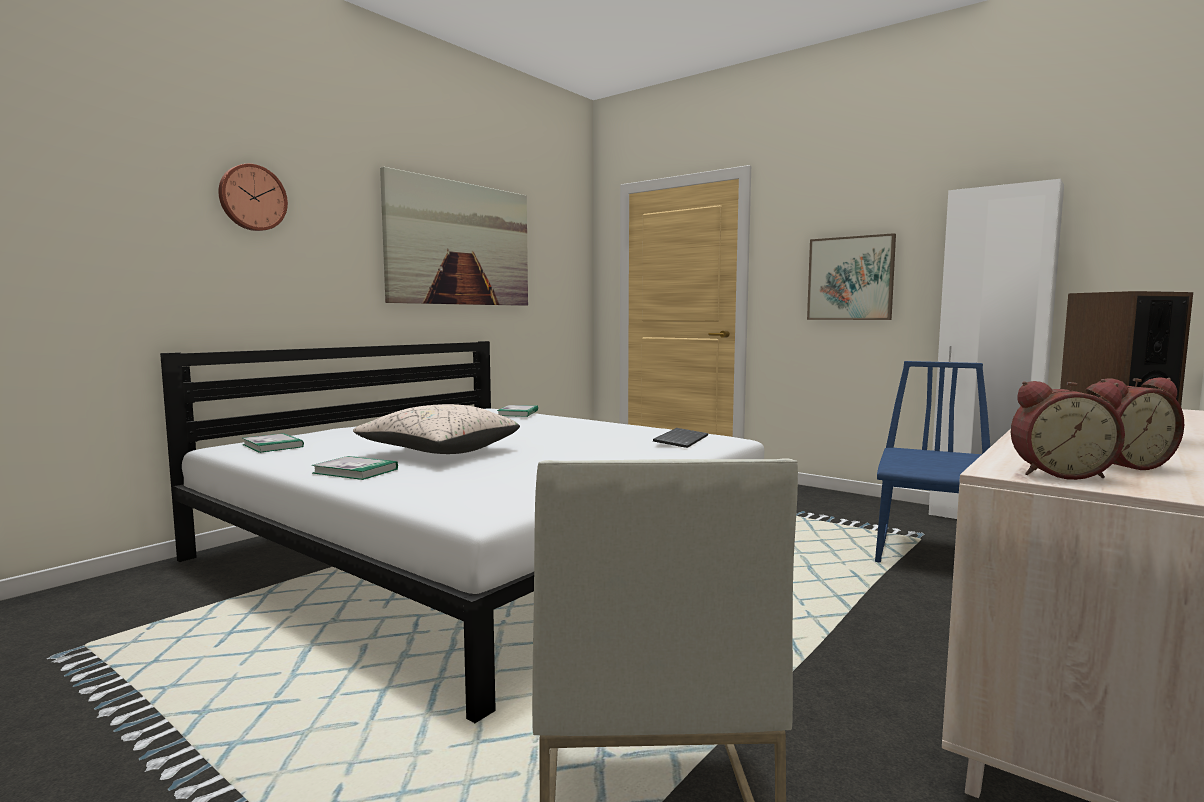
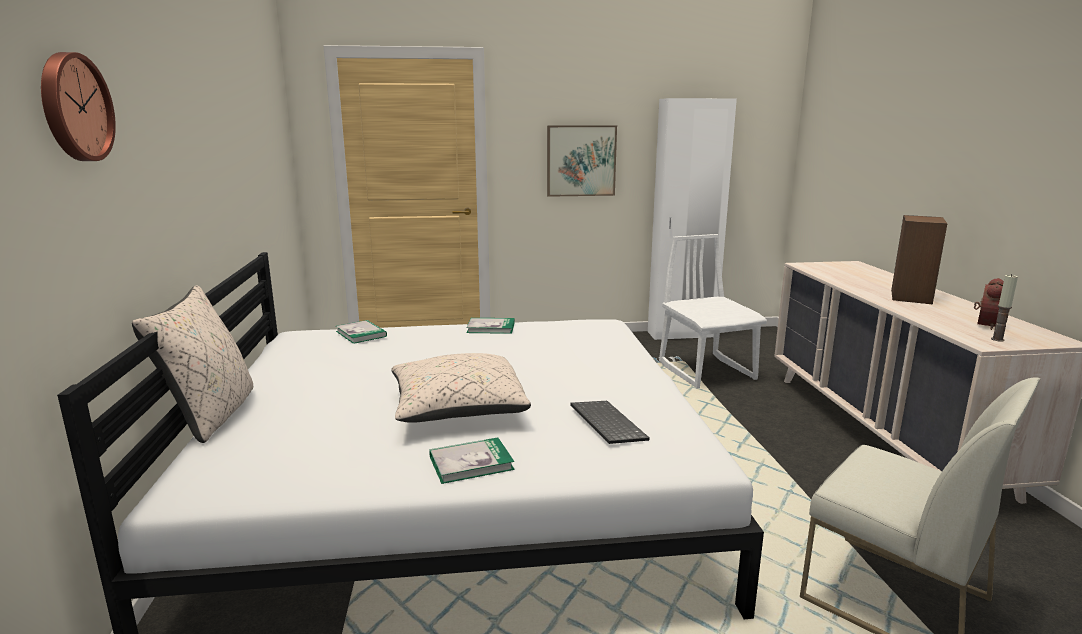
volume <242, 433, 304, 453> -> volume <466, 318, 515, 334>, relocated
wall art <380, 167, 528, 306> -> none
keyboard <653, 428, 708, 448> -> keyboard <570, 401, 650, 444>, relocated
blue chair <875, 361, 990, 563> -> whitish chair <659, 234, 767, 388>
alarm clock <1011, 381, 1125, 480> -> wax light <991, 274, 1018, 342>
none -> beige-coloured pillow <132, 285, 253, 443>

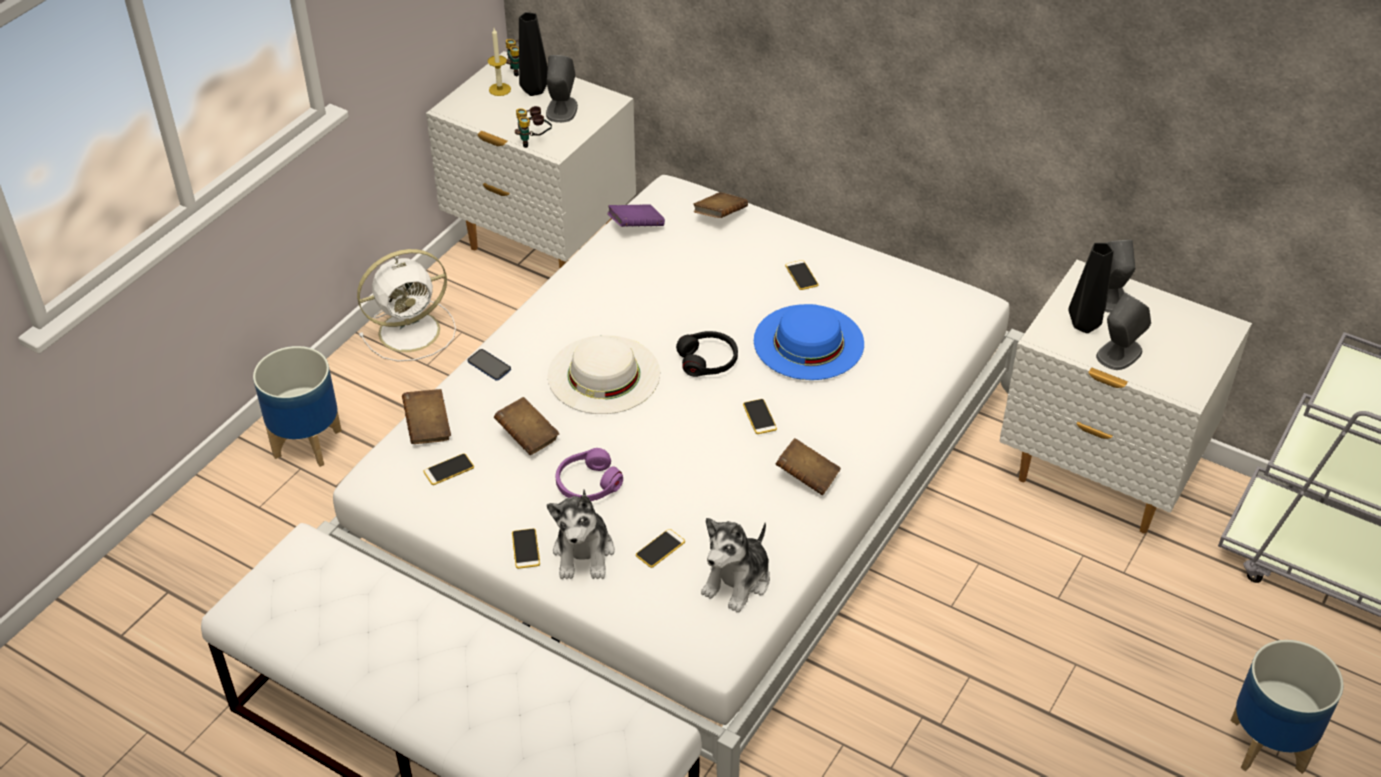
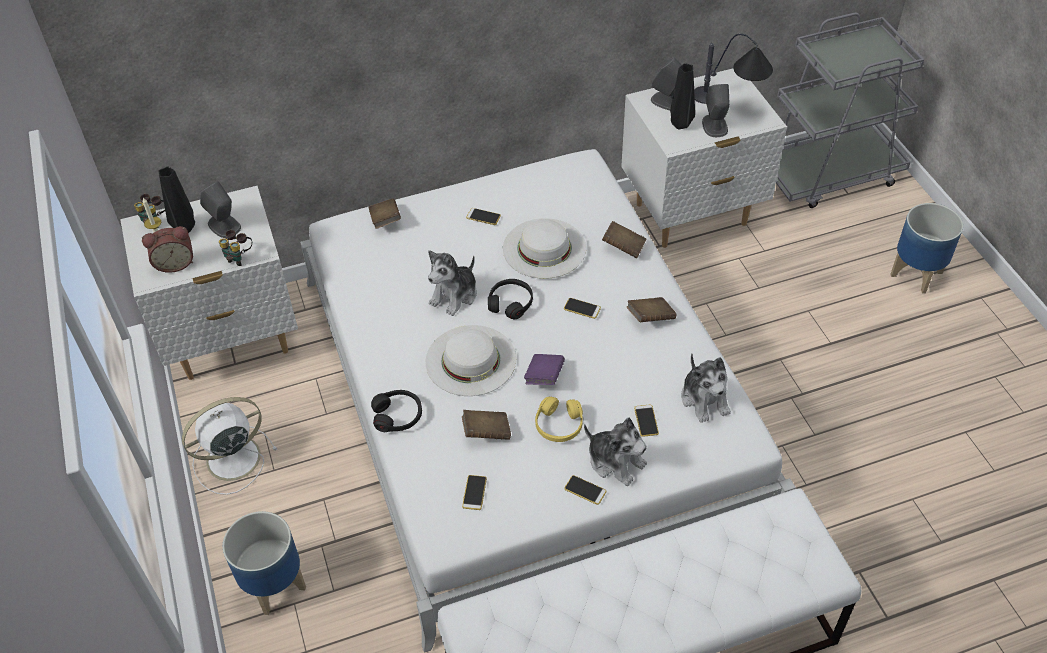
whitish cooling fan <357, 249, 456, 362> -> whitish cooling fan <182, 397, 277, 495>, 135 degrees counterclockwise
brown volume <402, 389, 451, 444> -> brown volume <602, 221, 647, 258>, relocated
phone <468, 349, 511, 381> -> black-coloured headphones <371, 390, 422, 432>
purplish headphones <555, 448, 623, 501> -> yellow-coloured headphones <535, 397, 583, 442>
purplish volume <607, 204, 665, 227> -> purplish volume <524, 354, 565, 385>, relocated
blue hat <754, 304, 864, 380> -> whitish hat <503, 218, 586, 279>
none -> alarm clock <142, 226, 193, 273>
none -> soft toy <428, 250, 477, 316>
none -> tabletop lamp <694, 34, 773, 104>

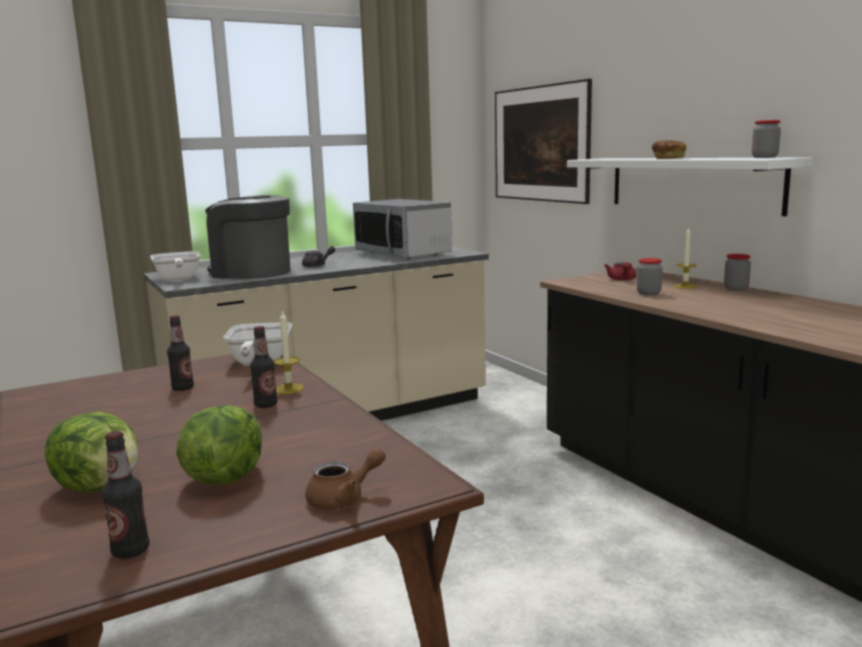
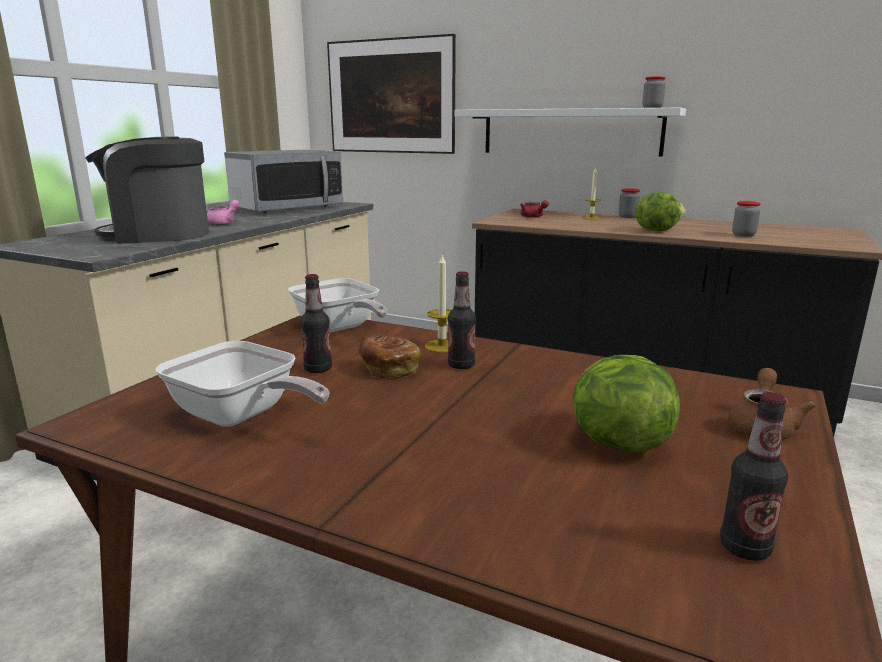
lettuce <45, 412, 138, 492> -> lettuce <635, 192, 686, 231>, relocated
frying pan <151, 251, 201, 281> -> frying pan <156, 341, 329, 427>, relocated
gray tea pot <302, 246, 336, 267> -> pink tea pot <207, 200, 239, 225>
microwave oven <353, 199, 452, 259> -> microwave oven <224, 149, 343, 213>, 60 degrees counterclockwise
storage jar <637, 258, 662, 295> -> storage jar <732, 201, 761, 237>, relocated
bakery bread <651, 140, 686, 159> -> bakery bread <358, 335, 421, 378>, relocated

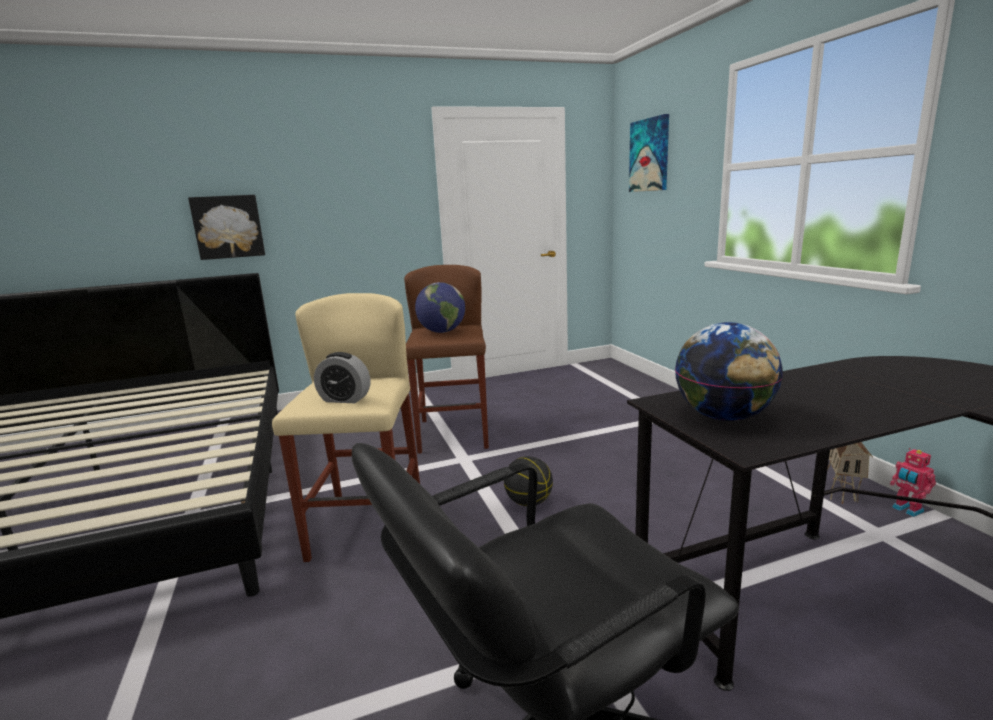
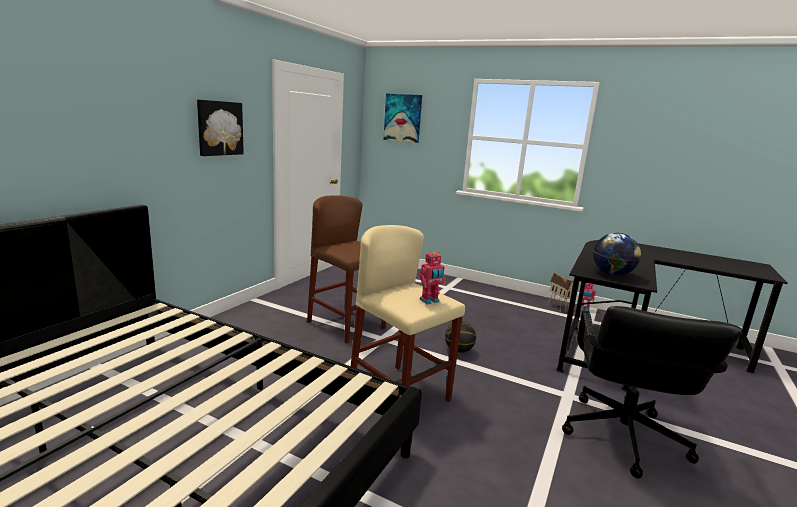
wall art <188, 195, 265, 260> -> wall art <197, 100, 244, 156>, relocated
alarm clock <314, 352, 370, 403> -> model robot <419, 252, 445, 304>
globe <415, 282, 465, 333> -> none

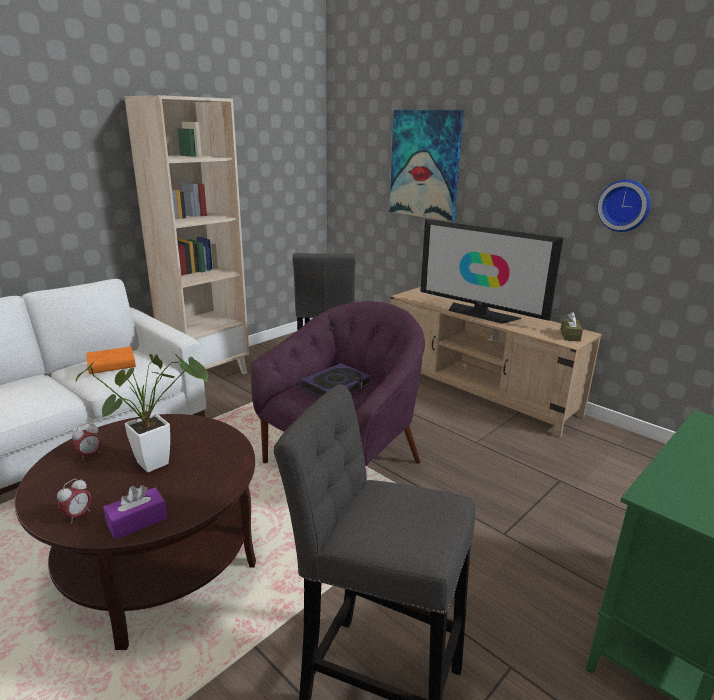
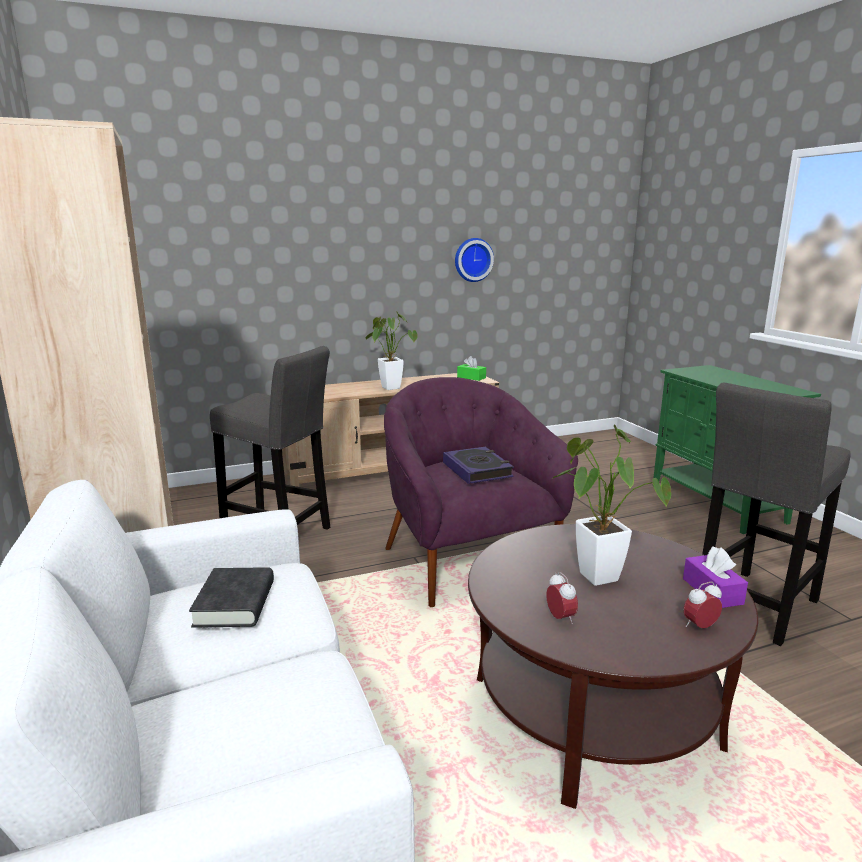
alarm clock <57, 478, 91, 523> -> alarm clock <684, 582, 722, 628>, 75 degrees counterclockwise
orange volume <86, 347, 136, 374> -> black-coloured volume <189, 567, 274, 628>
wall art <390, 110, 464, 222> -> none
television <420, 219, 563, 323> -> plant in a pot <365, 312, 418, 390>
brown tissue box <561, 312, 583, 342> -> green-coloured tissue box <457, 356, 486, 381>

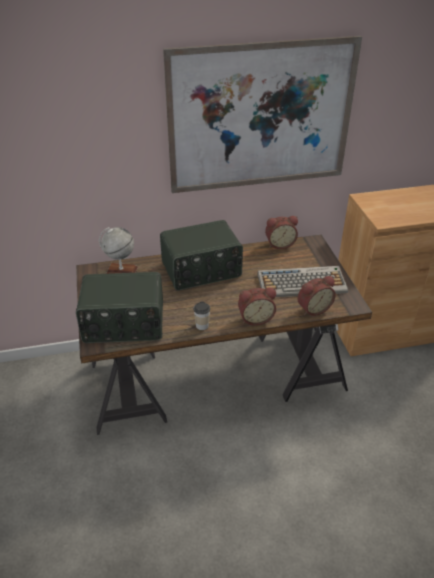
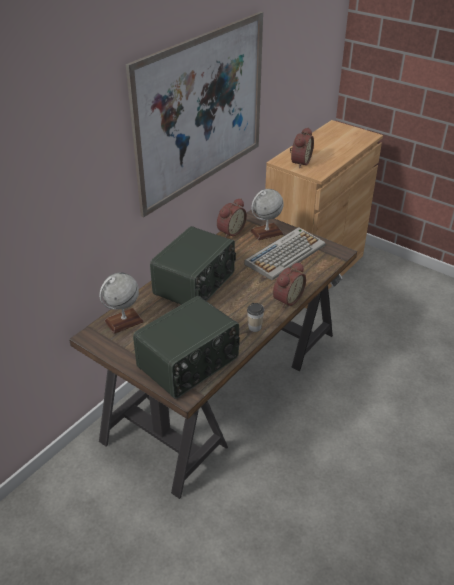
alarm clock <297, 276, 336, 316> -> alarm clock <290, 127, 314, 168>, relocated
none -> globe <250, 189, 283, 240>

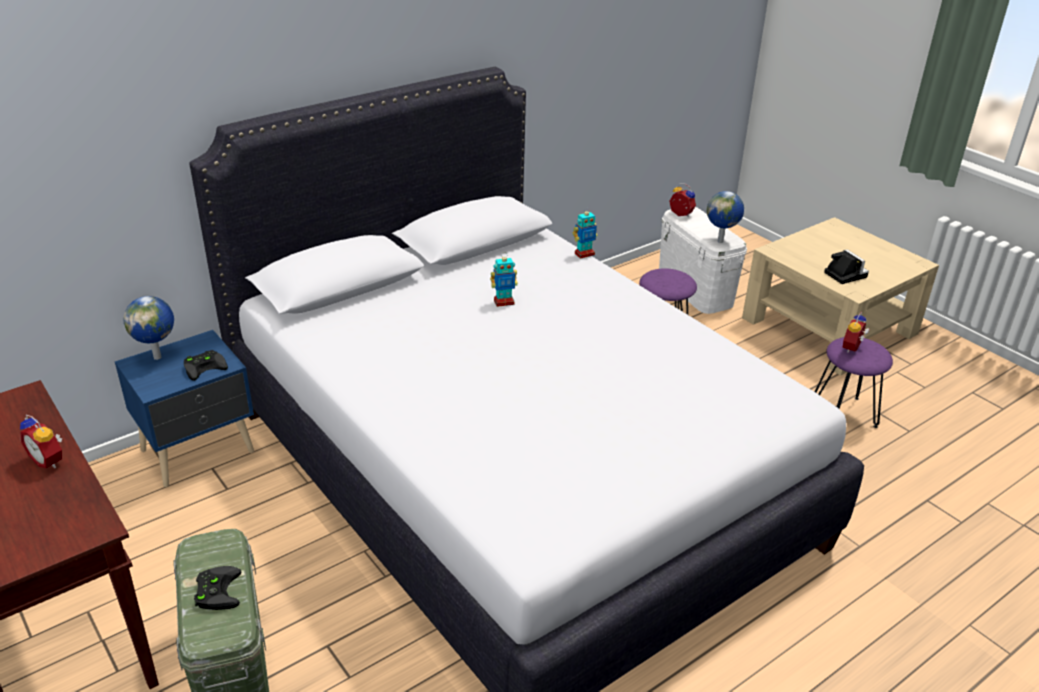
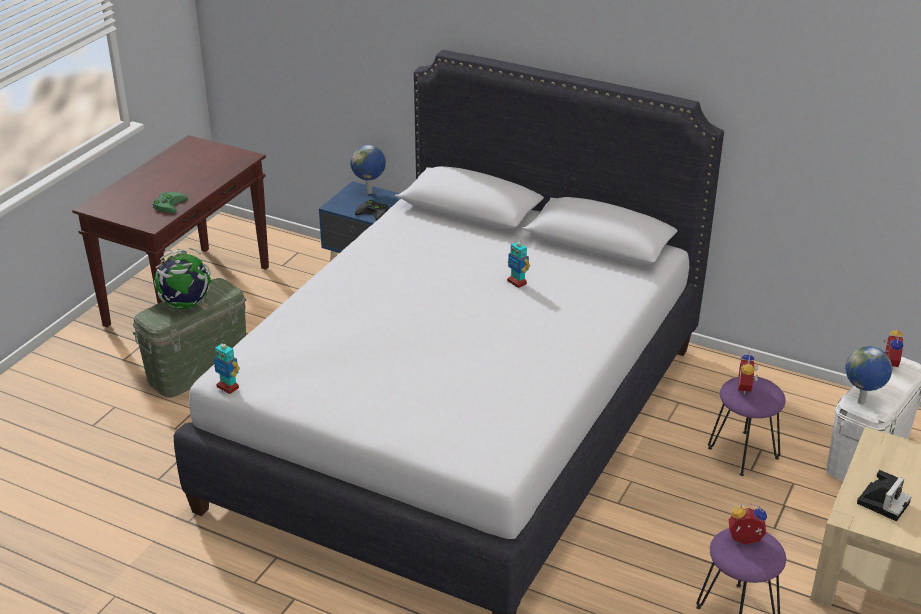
alarm clock <20, 415, 62, 468> -> alarm clock <738, 352, 759, 394>, relocated
black-coloured joypad <194, 566, 241, 610> -> globe <154, 248, 211, 309>
model robot <573, 207, 598, 259> -> model robot <214, 340, 240, 394>, relocated
none -> green-coloured joypad <153, 192, 188, 213>

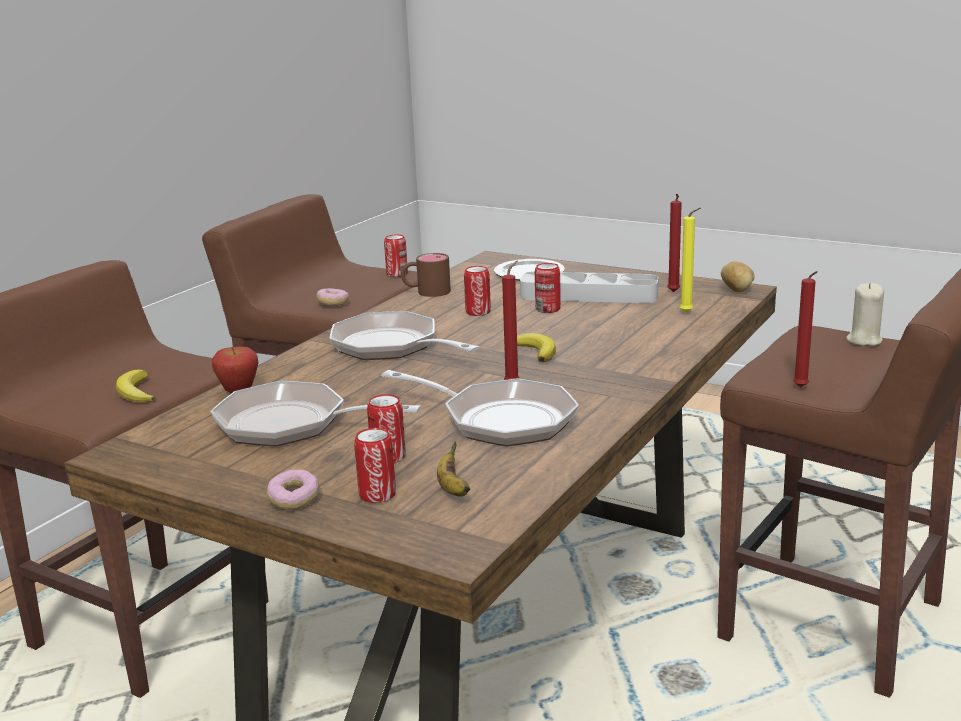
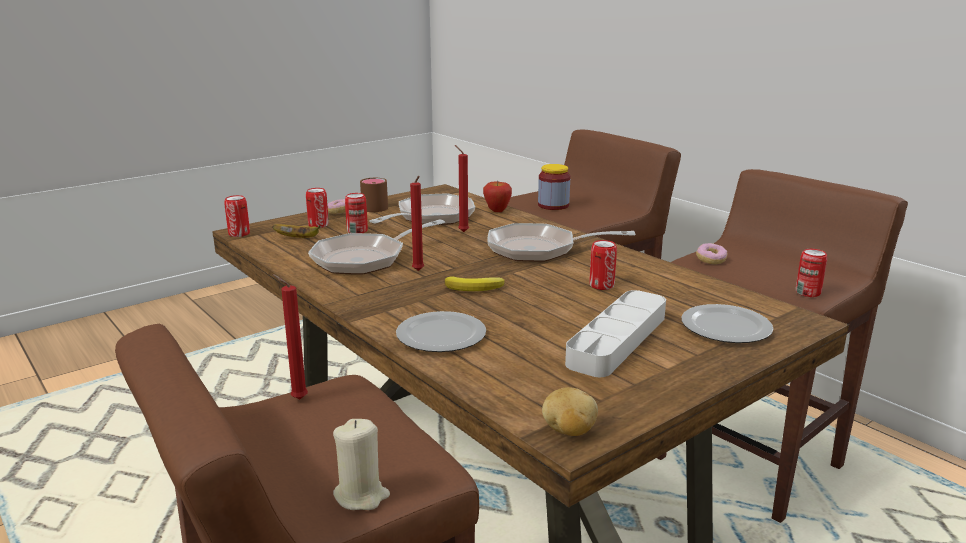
banana <116, 370, 156, 402> -> storage jar <538, 164, 570, 210>
frying pan <330, 311, 479, 360> -> frying pan <487, 223, 636, 262>, 150 degrees counterclockwise
brown tea mug <401, 253, 451, 297> -> brown tea mug <360, 178, 388, 212>, relocated
sealed can <535, 263, 561, 313> -> sealed can <224, 195, 250, 237>, relocated
red wax light <667, 194, 682, 292> -> red wax light <455, 145, 469, 232>, relocated
yellow-coloured wax light <680, 207, 701, 313> -> none
none -> plate <396, 311, 486, 352>

